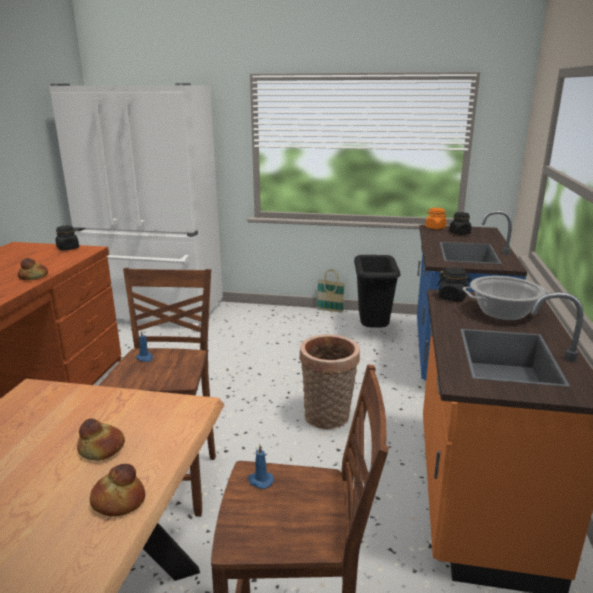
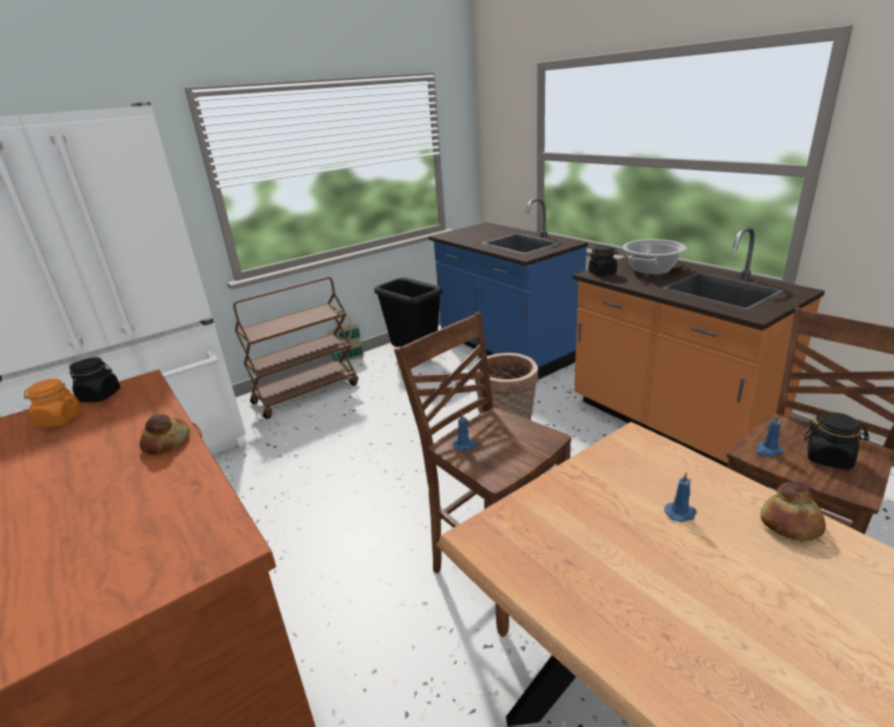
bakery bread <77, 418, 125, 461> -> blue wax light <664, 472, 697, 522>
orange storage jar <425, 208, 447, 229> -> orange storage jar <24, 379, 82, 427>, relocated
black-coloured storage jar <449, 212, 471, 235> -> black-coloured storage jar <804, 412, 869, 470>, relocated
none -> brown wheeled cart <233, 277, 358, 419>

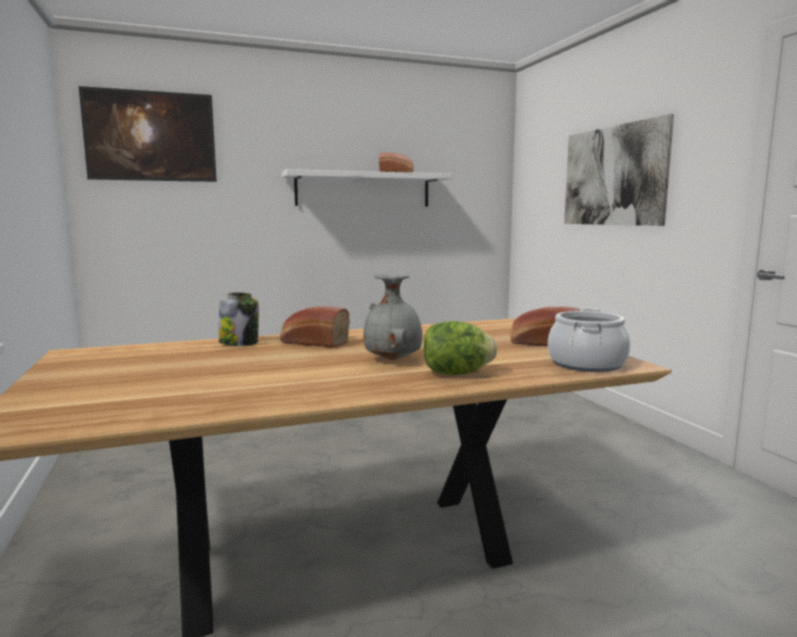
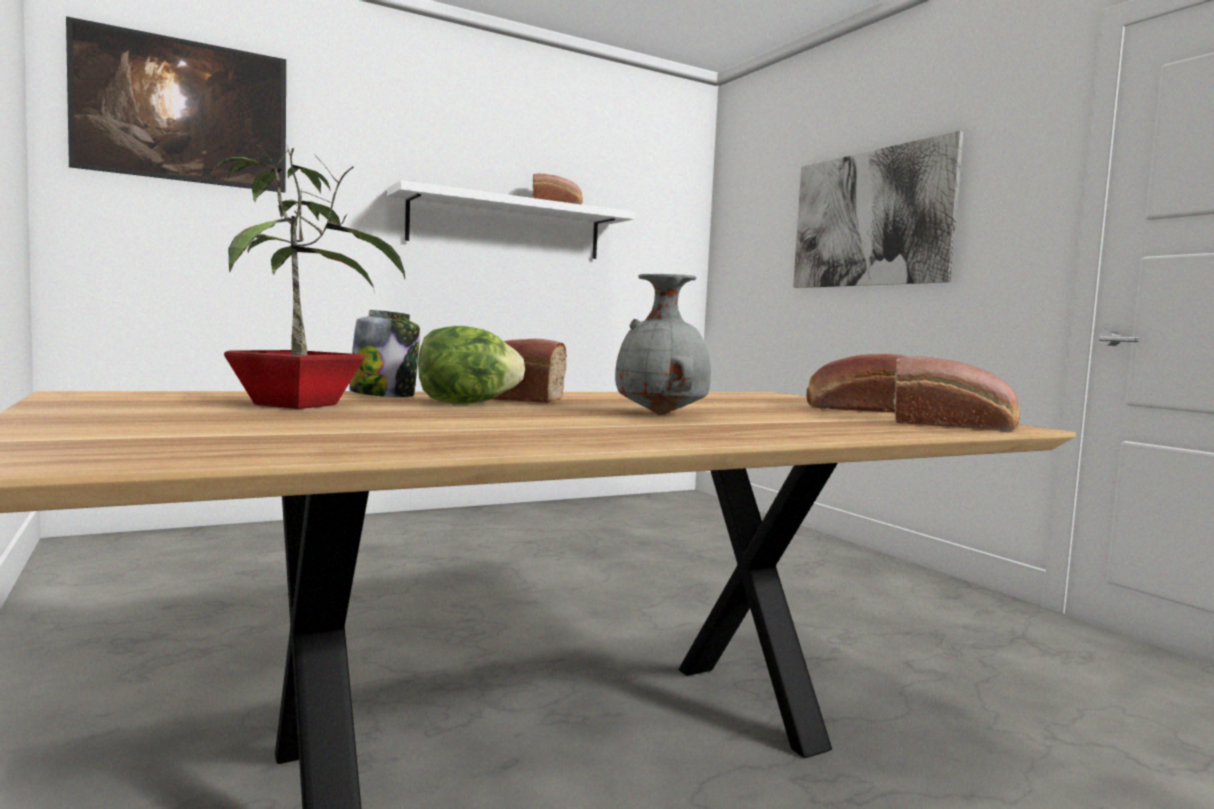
lettuce <423, 321, 497, 375> -> lettuce <418, 326, 525, 404>, relocated
cooking pot <548, 308, 630, 372> -> bakery bread <893, 357, 1020, 431>
none -> plant in a pot <213, 143, 405, 409>

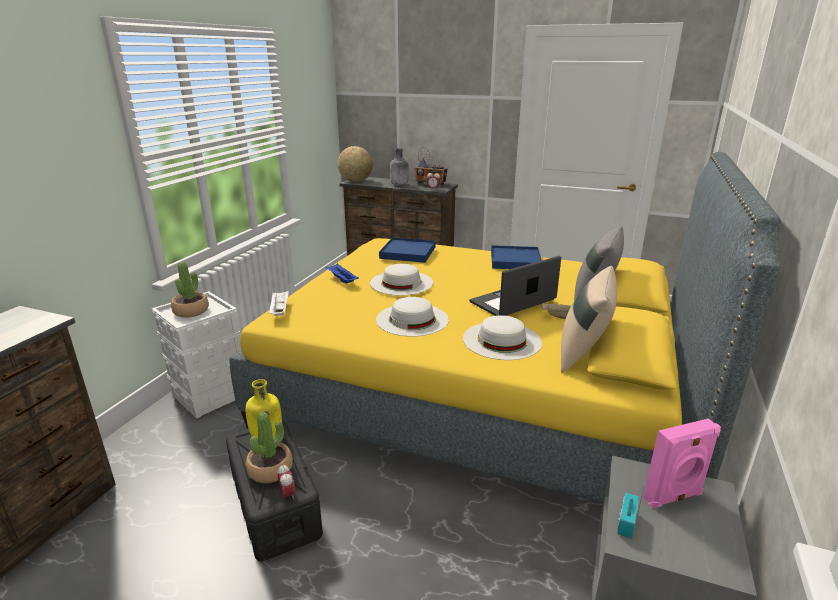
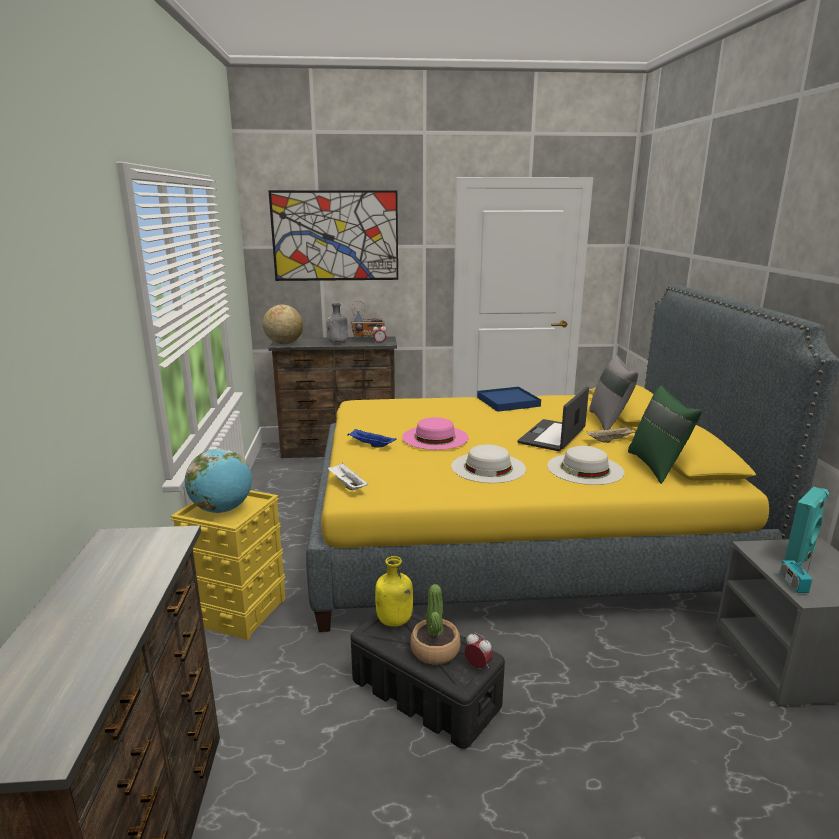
whitish storage container <151, 291, 241, 419> -> yellow-coloured storage container <171, 490, 286, 640>
plant in a pot <171, 262, 209, 318> -> globe <185, 448, 252, 513>
whitish hat <370, 264, 433, 296> -> pink hat <402, 417, 469, 450>
blue serving tray <379, 237, 436, 263> -> none
beige-coloured pillow <561, 266, 617, 373> -> green-coloured pillow <628, 385, 702, 484>
pink audio speaker <643, 419, 721, 508> -> turquoise-coloured audio speaker <784, 487, 829, 567>
none -> wall art <268, 190, 398, 281>

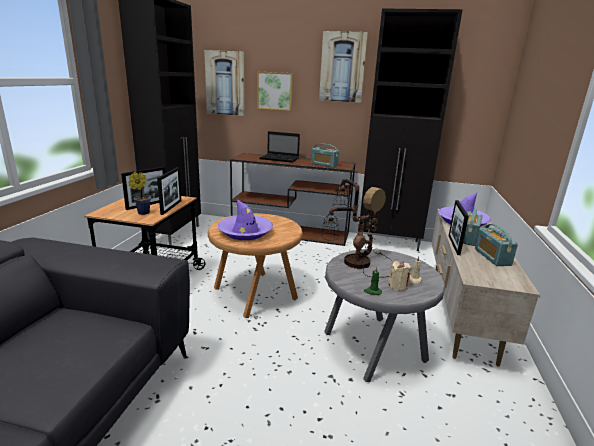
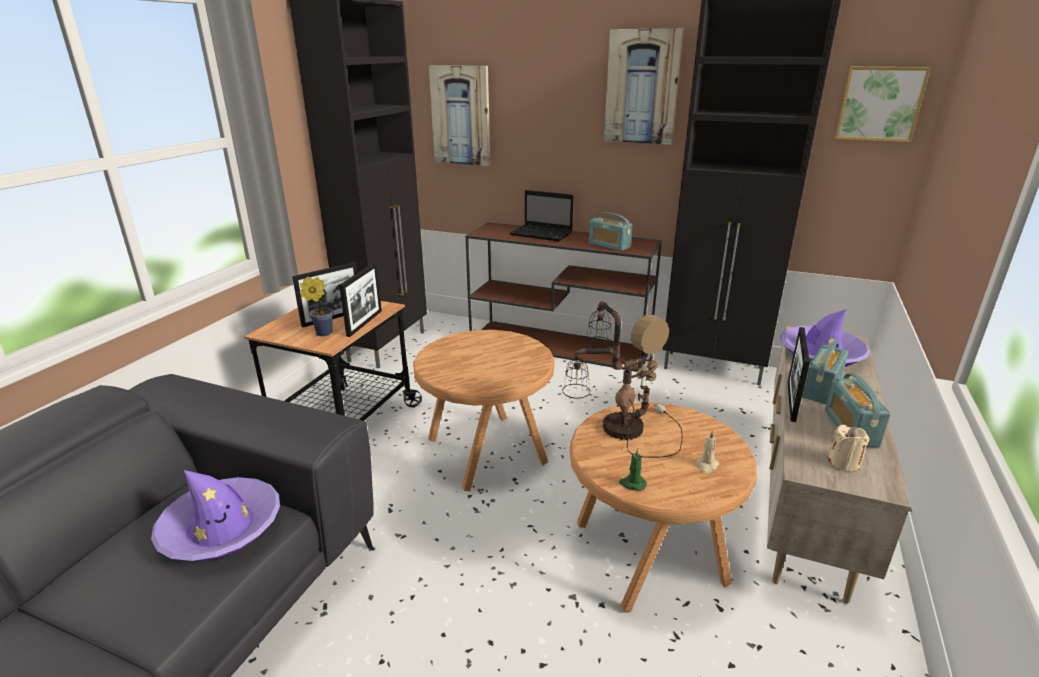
purplish hat <218, 199, 273, 240> -> purplish hat <151, 470, 280, 561>, relocated
wall art <257, 72, 293, 111> -> wall art <835, 67, 931, 142>, relocated
gray side table <324, 249, 446, 382> -> brown side table <570, 402, 757, 612>
beige-coloured wax light <388, 261, 412, 291> -> beige-coloured wax light <827, 425, 870, 471>, relocated

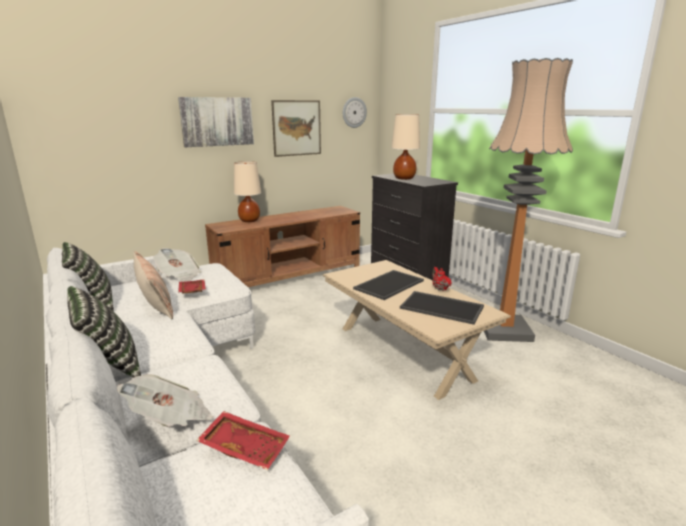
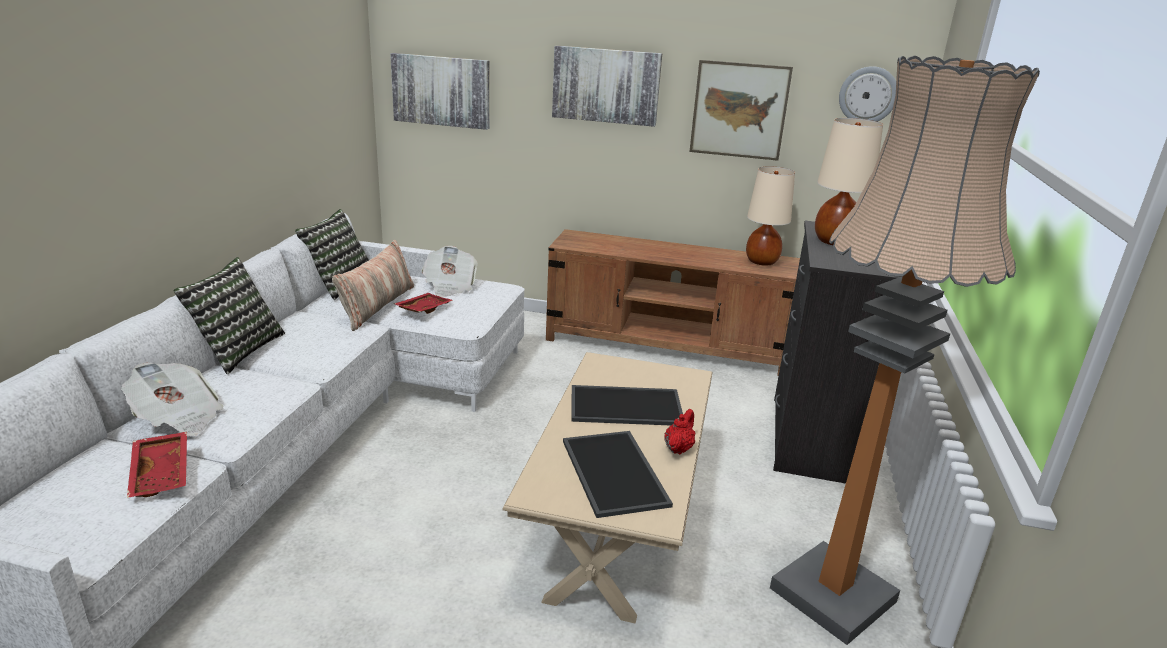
beige-coloured tabletop lamp <234, 161, 261, 222> -> beige-coloured tabletop lamp <746, 166, 795, 266>, relocated
none -> wall art <390, 53, 489, 130>

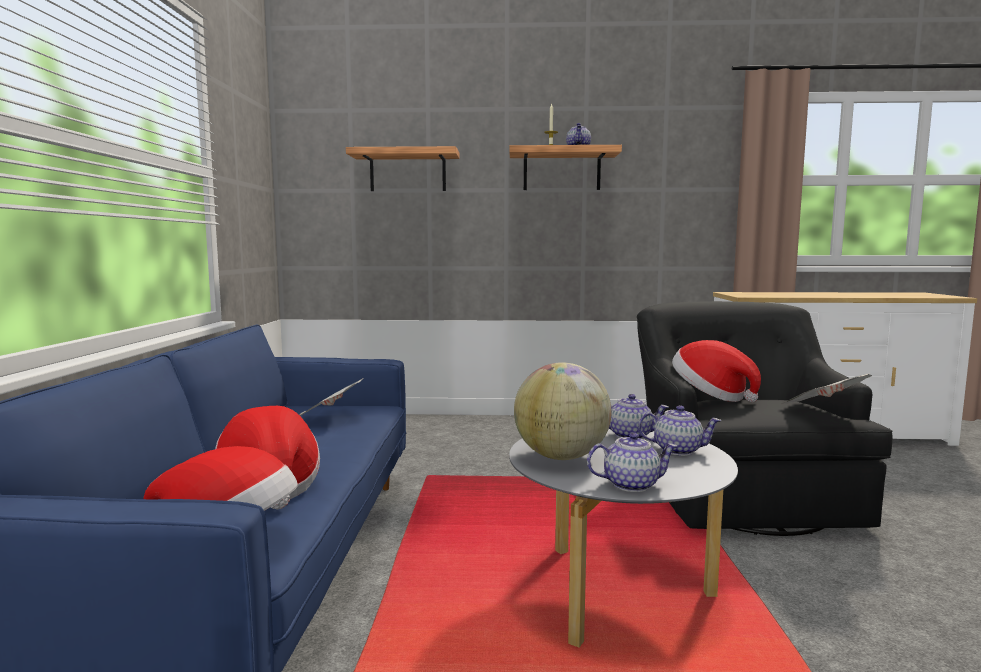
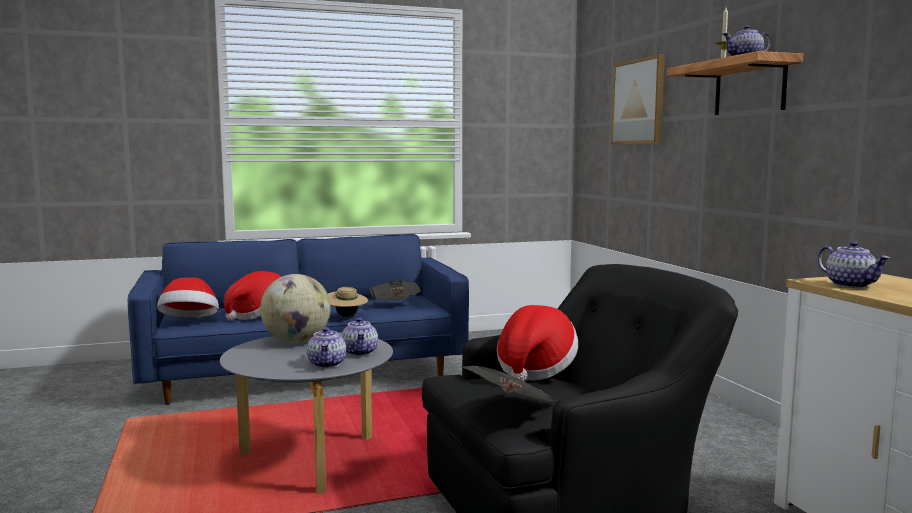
bracket shelf <346, 146, 460, 191> -> wall art <611, 54, 665, 145>
tea pot <587, 432, 678, 492> -> tea pot <817, 241, 890, 288>, relocated
none -> beige-coloured hat <328, 287, 368, 317>

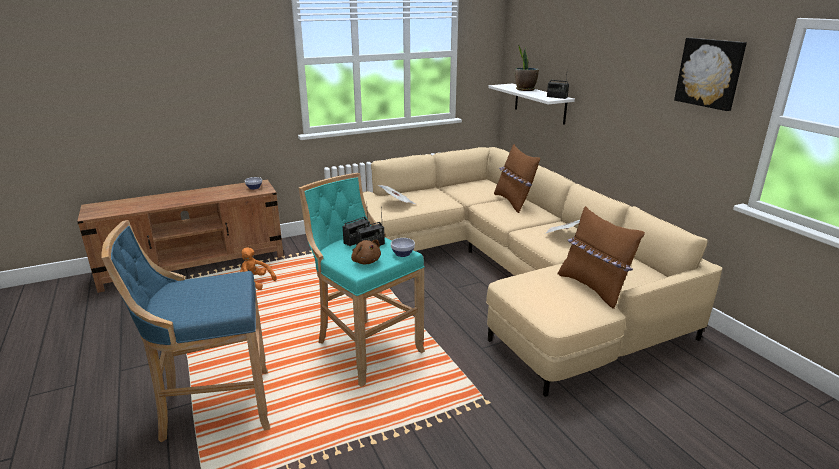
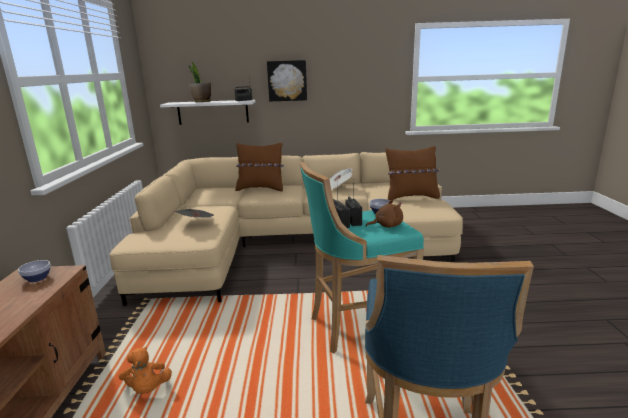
orange soft toy <240, 247, 276, 290> -> orange soft toy <119, 347, 172, 394>, 75 degrees counterclockwise
wall art <674, 38, 747, 111> -> wall art <267, 60, 307, 101>, relocated

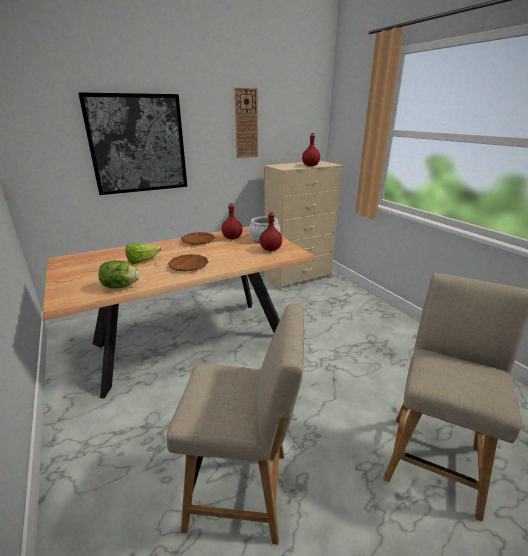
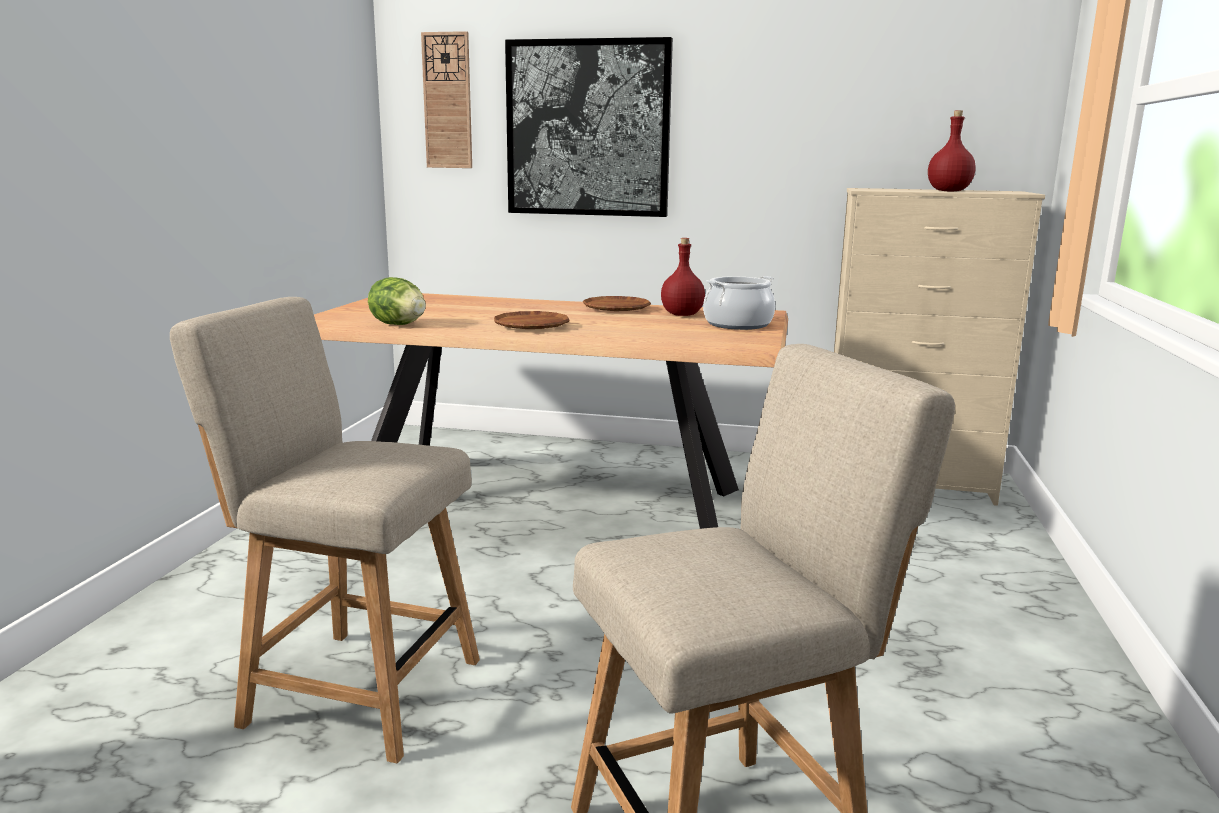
lettuce <125, 243, 161, 264> -> none
beige-coloured chair <166, 303, 304, 545> -> beige-coloured chair <170, 297, 480, 763>, 150 degrees clockwise
hanging clock <235, 88, 258, 158> -> hanging clock <421, 31, 472, 168>, relocated
red drink bottle <260, 212, 282, 251> -> none

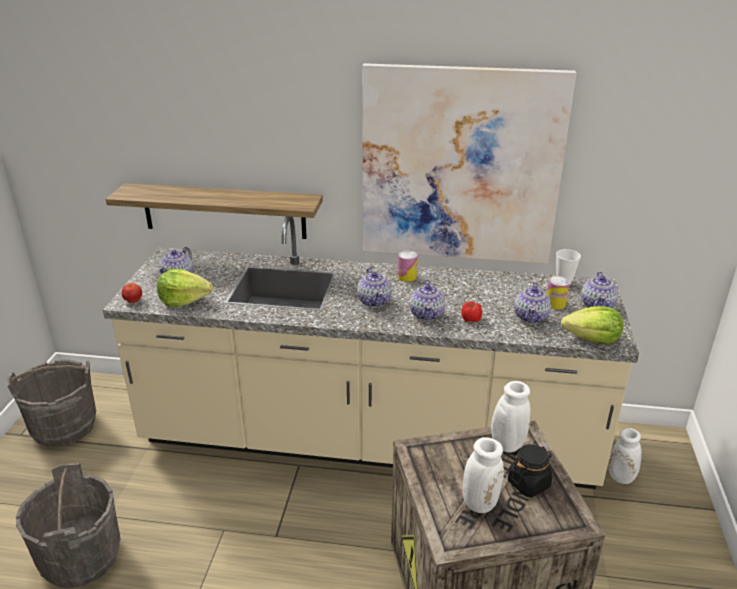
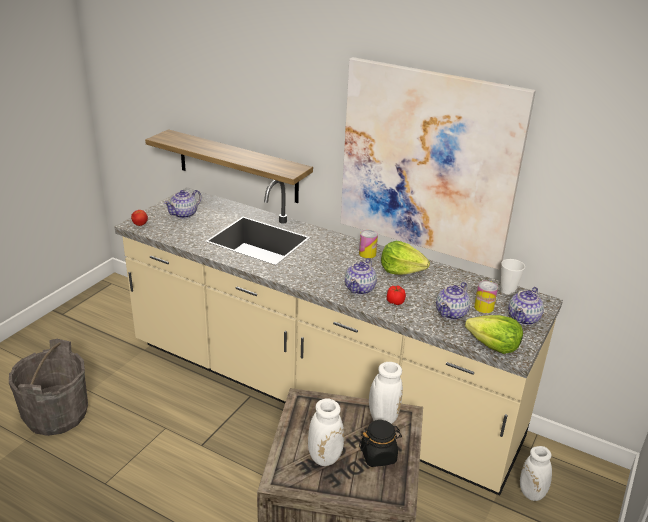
gray pail <6, 359, 96, 447> -> none
lettuce <157, 269, 213, 307> -> lettuce <381, 241, 430, 275>, relocated
tea pot <357, 268, 392, 307> -> none

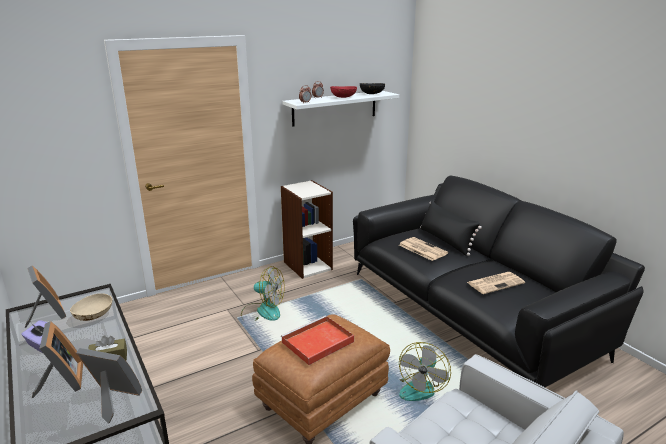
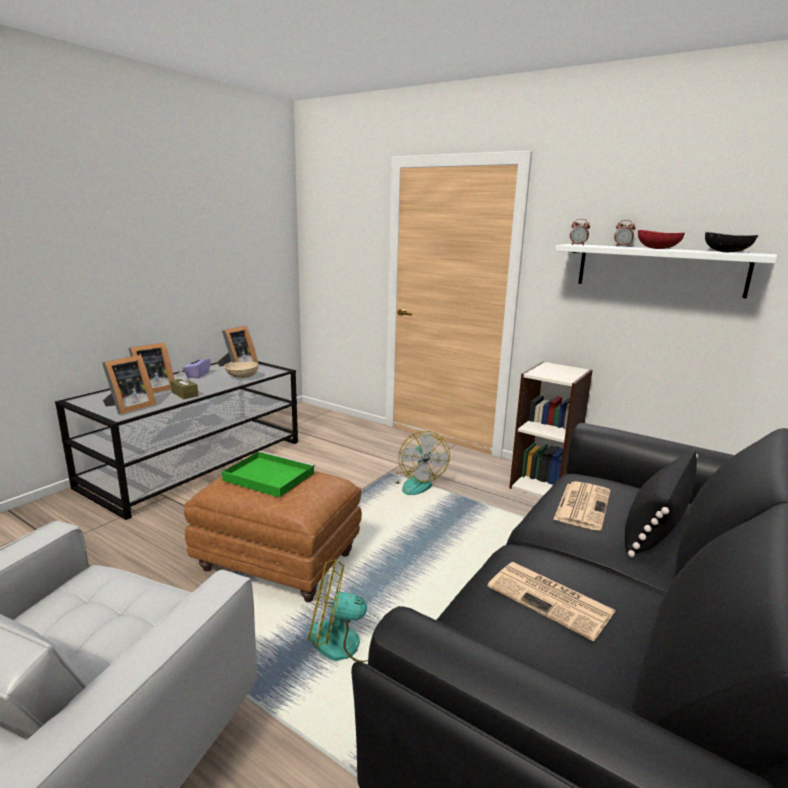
standing frame <76, 348, 142, 424> -> standing frame <102, 355, 156, 415>, 45 degrees clockwise
red serving tray <281, 316, 354, 365> -> green-coloured serving tray <222, 451, 315, 498>

